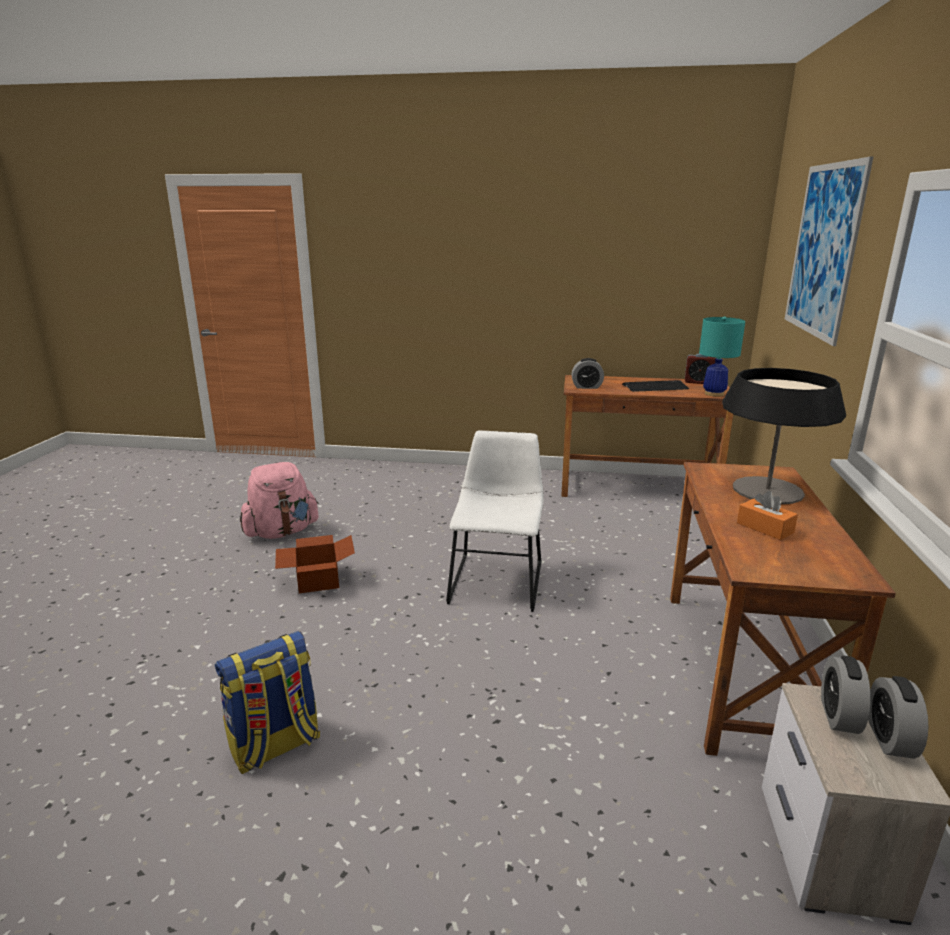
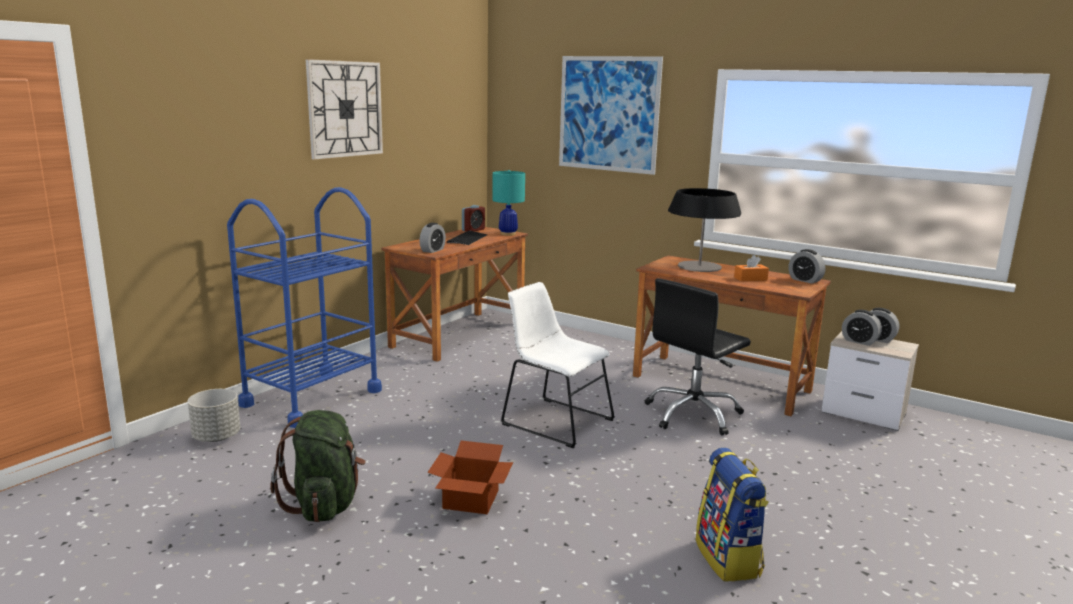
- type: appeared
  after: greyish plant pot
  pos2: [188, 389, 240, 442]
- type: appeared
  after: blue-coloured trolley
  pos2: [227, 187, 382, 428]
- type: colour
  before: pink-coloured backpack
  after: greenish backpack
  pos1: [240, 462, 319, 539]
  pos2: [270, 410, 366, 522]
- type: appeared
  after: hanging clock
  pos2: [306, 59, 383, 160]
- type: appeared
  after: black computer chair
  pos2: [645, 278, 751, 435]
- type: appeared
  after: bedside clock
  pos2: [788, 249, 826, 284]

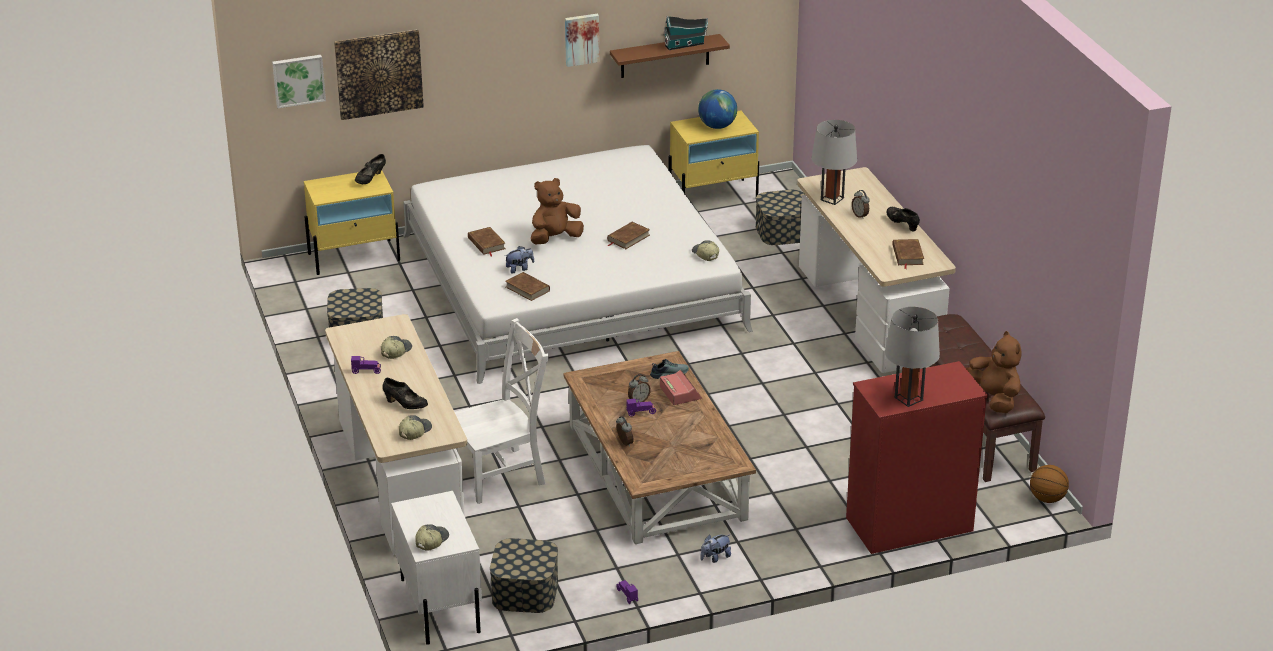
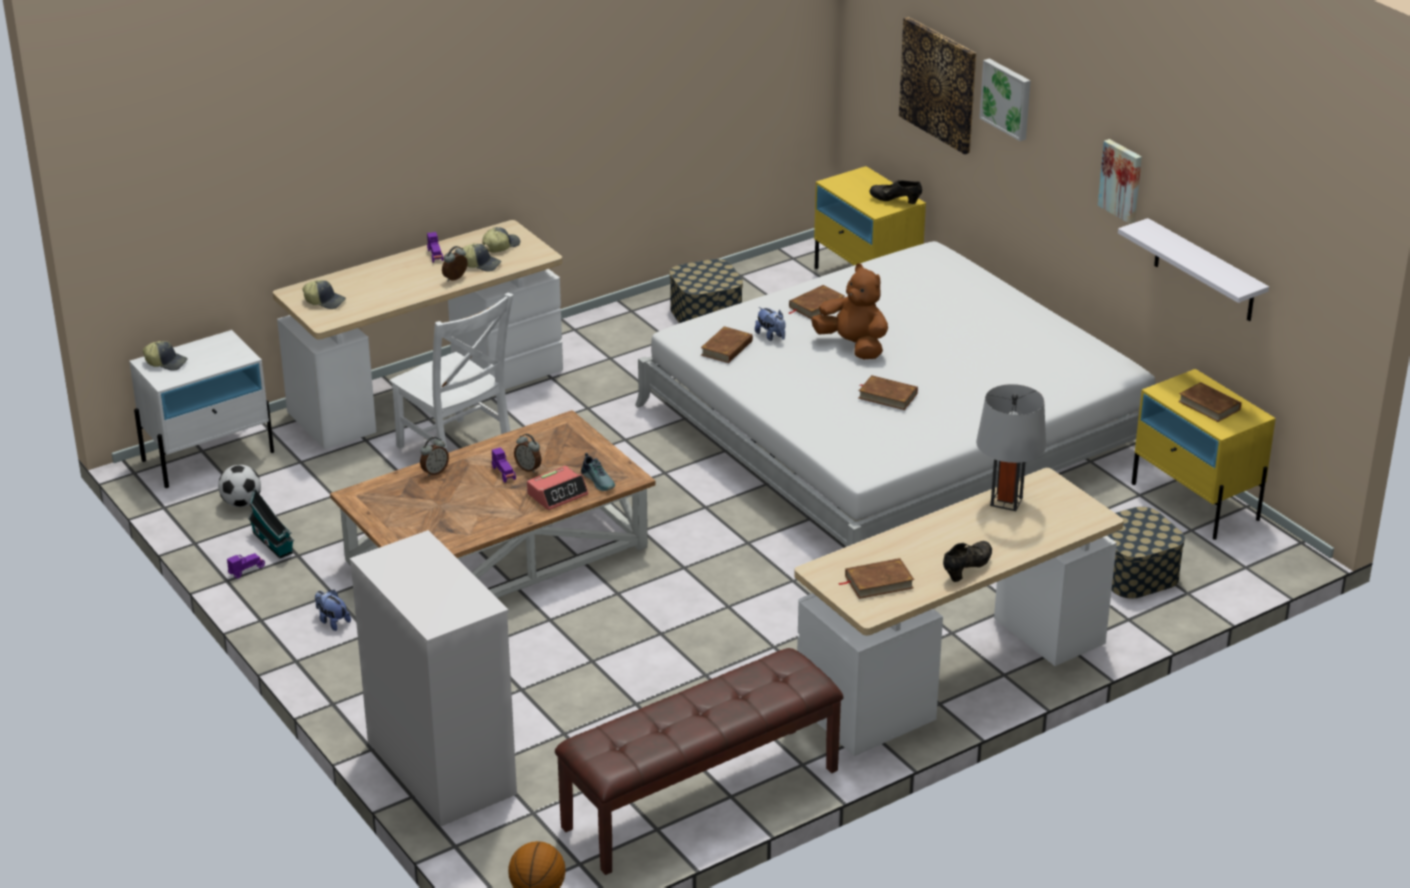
- type: exchanged
  before: storage container
  after: football ball
  pos1: [490, 538, 558, 613]
  pos2: [218, 465, 261, 507]
- type: relocated
  before: model house
  pos1: [664, 16, 708, 50]
  pos2: [248, 487, 295, 558]
- type: colour
  before: reddish chest of drawers
  after: white-coloured chest of drawers
  pos1: [846, 361, 988, 554]
  pos2: [350, 530, 517, 826]
- type: relocated
  before: bedside clock
  pos1: [852, 190, 870, 219]
  pos2: [442, 246, 468, 281]
- type: relocated
  before: baseball cap
  pos1: [692, 240, 719, 261]
  pos2: [483, 227, 520, 253]
- type: relocated
  before: picture
  pos1: [272, 55, 326, 108]
  pos2: [979, 59, 1031, 141]
- type: colour
  before: brown-coloured bracket shelf
  after: white-coloured bracket shelf
  pos1: [610, 34, 730, 78]
  pos2: [1118, 218, 1269, 321]
- type: exchanged
  before: world globe
  after: brown-coloured volume
  pos1: [698, 89, 737, 129]
  pos2: [1178, 382, 1241, 422]
- type: missing
  before: black low shoe
  pos1: [383, 378, 428, 409]
- type: missing
  before: greyish lamp for a table
  pos1: [885, 307, 940, 407]
- type: missing
  before: brown-coloured soft toy
  pos1: [966, 331, 1021, 413]

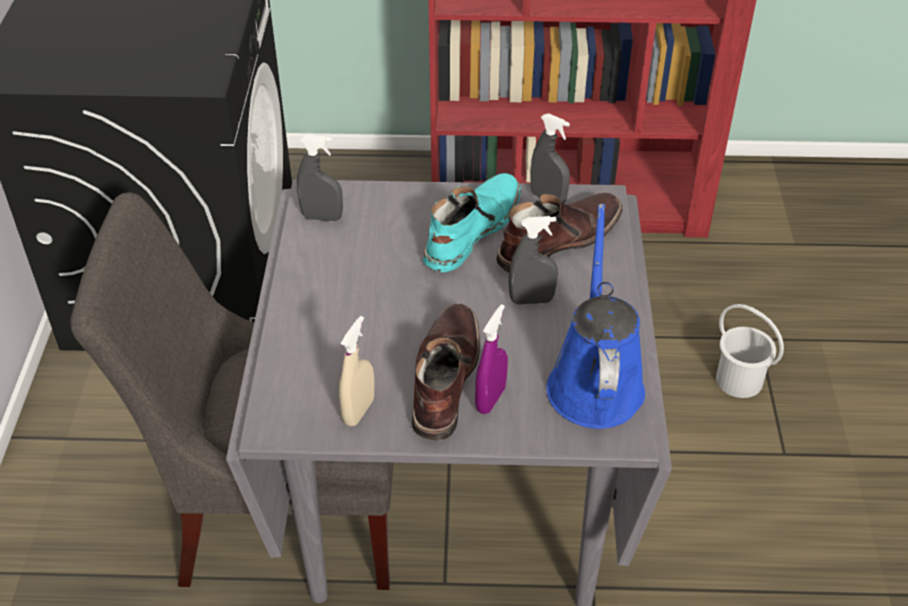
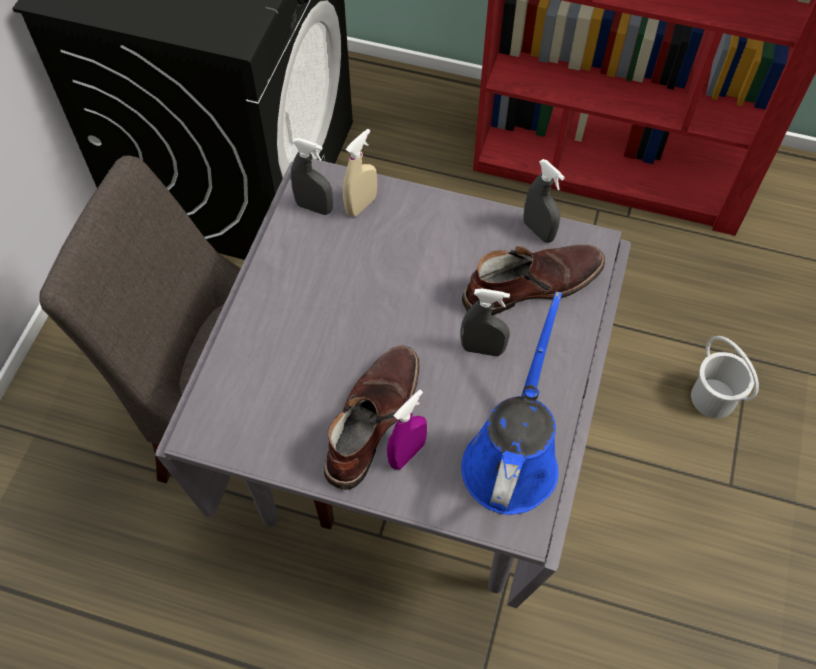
- type: relocated
  before: sand-coloured hand sprayer
  pos1: [339, 316, 375, 427]
  pos2: [343, 129, 377, 217]
- type: missing
  before: turquoise boot
  pos1: [423, 173, 521, 272]

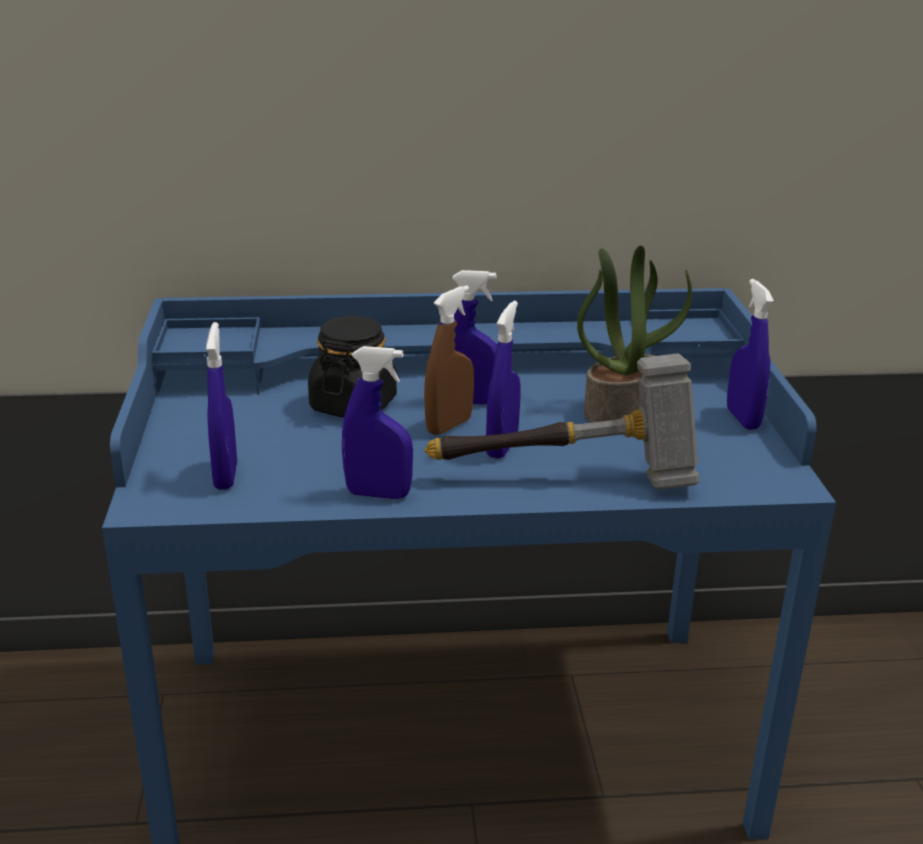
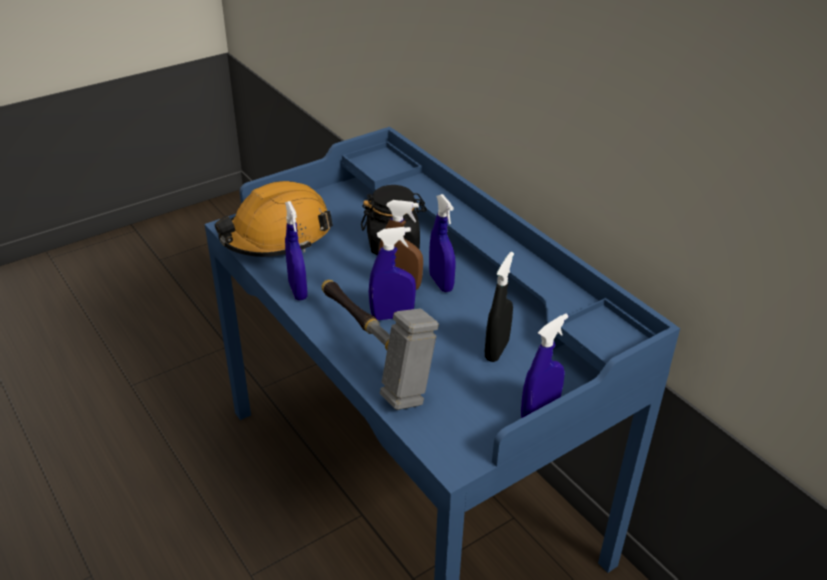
- type: exchanged
  before: blue-coloured hand sprayer
  after: orangey safety helmet
  pos1: [206, 322, 237, 490]
  pos2: [215, 181, 333, 257]
- type: exchanged
  before: plant in a pot
  after: black hand sprayer
  pos1: [577, 245, 692, 423]
  pos2: [485, 252, 514, 362]

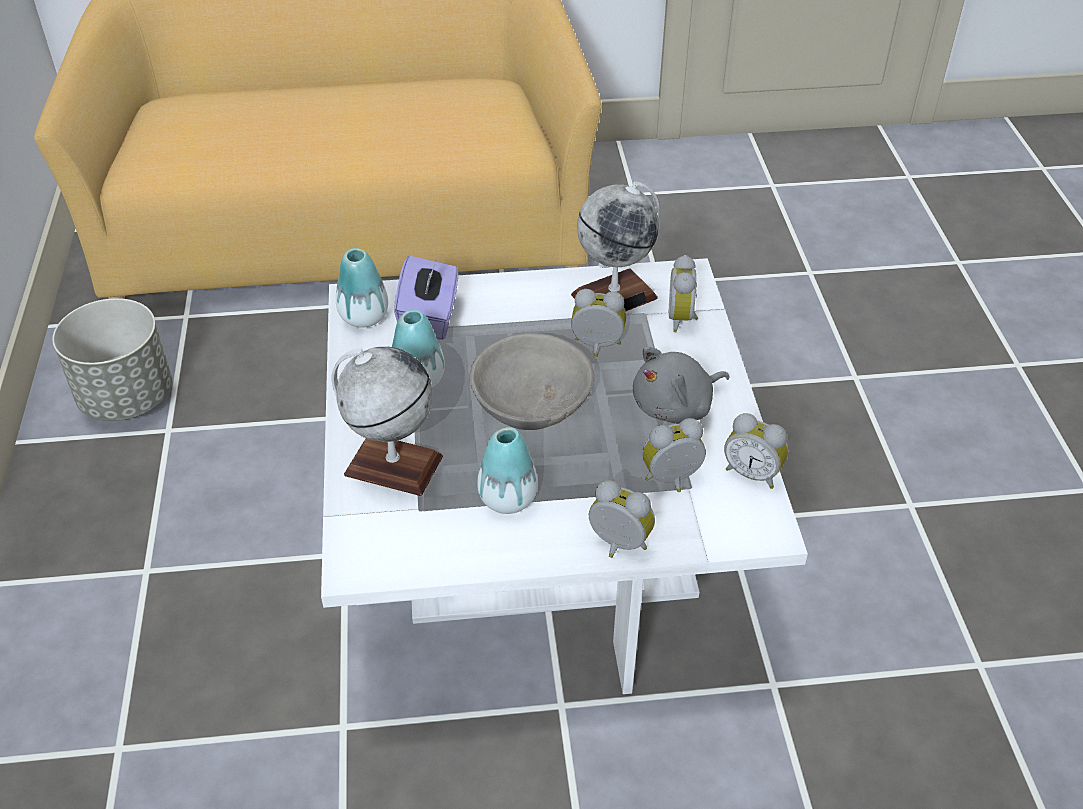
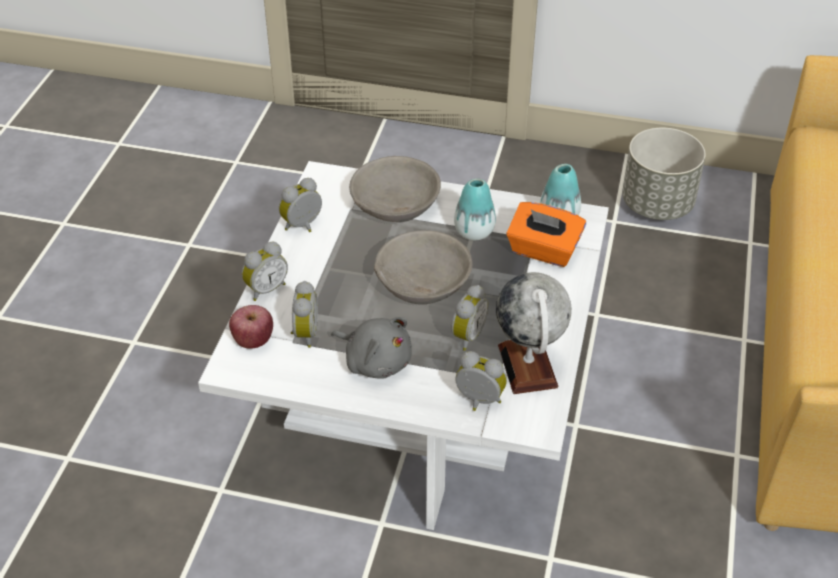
- type: appeared
  after: apple
  pos2: [229, 305, 273, 349]
- type: relocated
  before: bedside clock
  pos1: [724, 413, 788, 489]
  pos2: [279, 178, 322, 232]
- type: spun
  before: greyish soft toy
  pos1: [633, 347, 730, 423]
  pos2: [331, 317, 412, 379]
  turn: 135
- type: exchanged
  before: world globe
  after: greyish serving bowl
  pos1: [331, 347, 443, 496]
  pos2: [349, 156, 441, 222]
- type: colour
  before: purple tissue box
  after: orangey tissue box
  pos1: [394, 256, 458, 340]
  pos2: [506, 202, 586, 267]
- type: missing
  before: vase
  pos1: [477, 427, 538, 514]

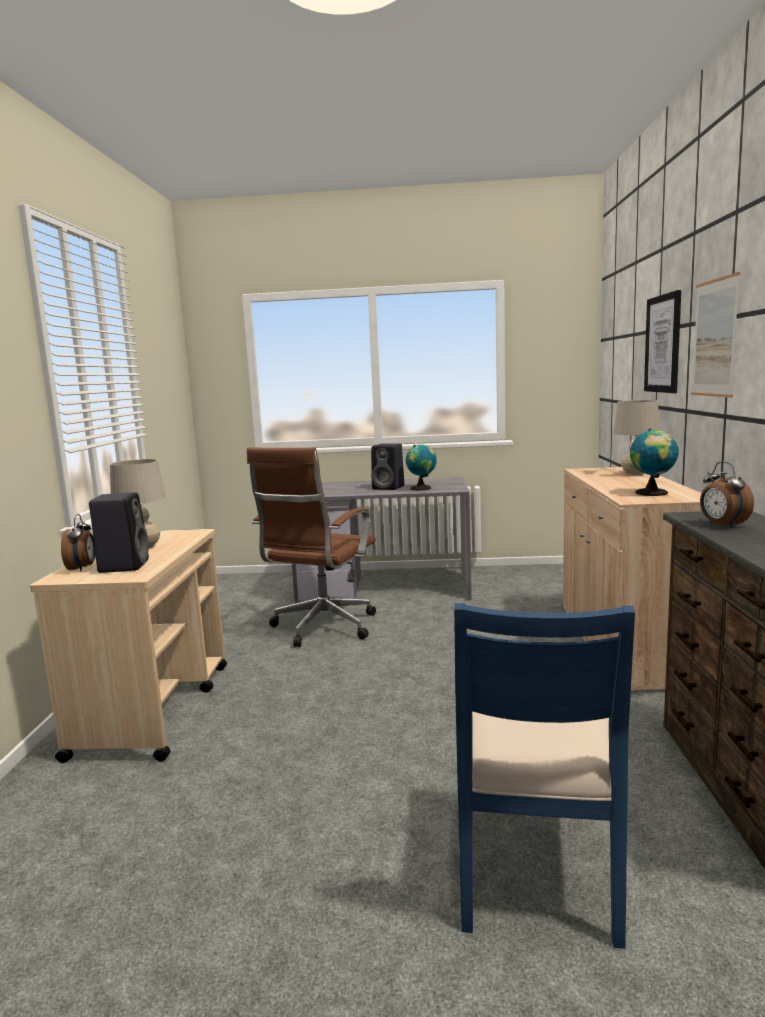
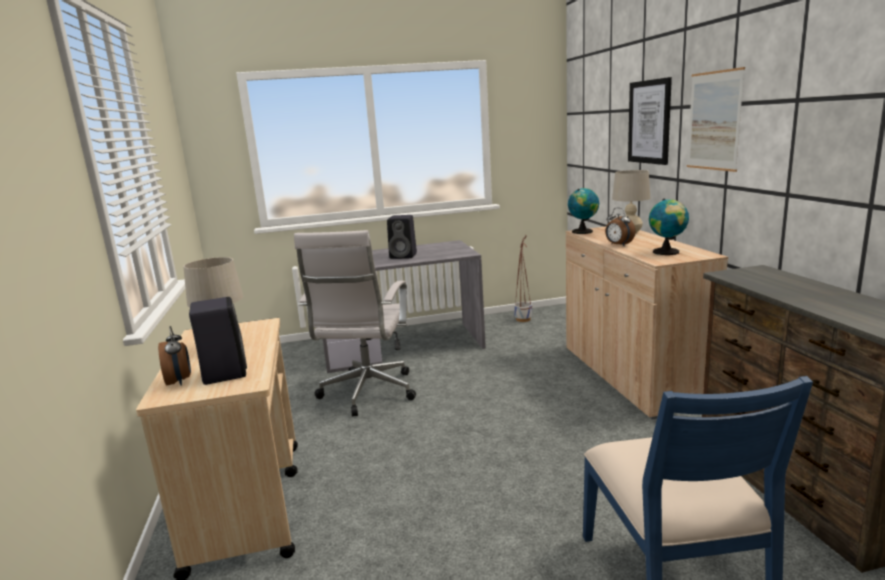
- type: colour
  before: brown-coloured computer chair
  after: white-coloured computer chair
  pos1: [247, 447, 376, 647]
  pos2: [294, 230, 416, 417]
- type: appeared
  after: plant pot
  pos2: [514, 235, 532, 322]
- type: relocated
  before: world globe
  pos1: [406, 445, 437, 490]
  pos2: [568, 188, 599, 234]
- type: relocated
  before: bedside clock
  pos1: [700, 462, 754, 528]
  pos2: [605, 208, 635, 246]

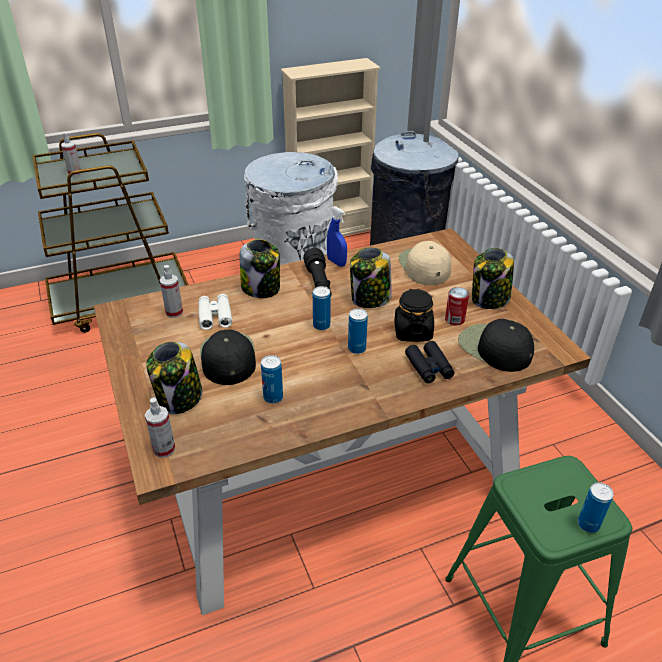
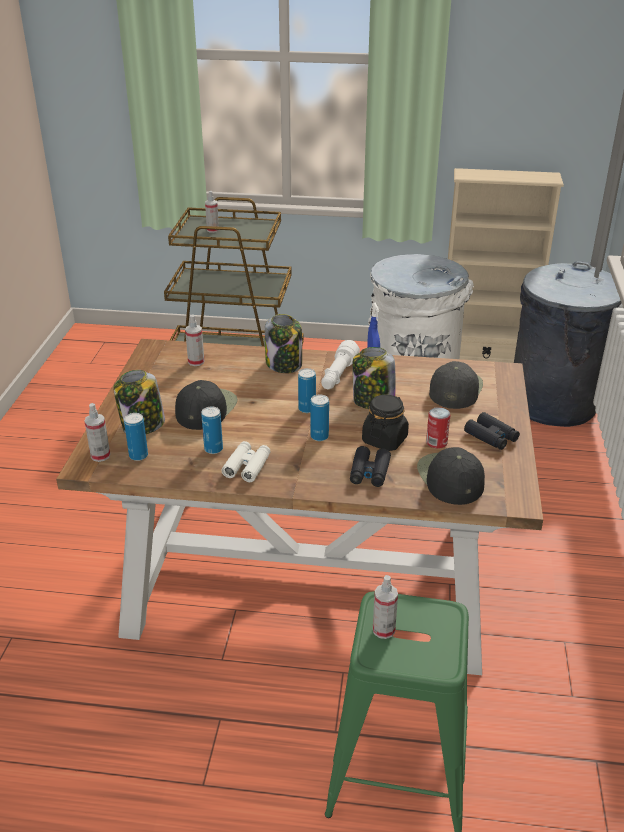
- type: relocated
  before: can
  pos1: [578, 482, 614, 533]
  pos2: [124, 413, 148, 461]
- type: relocated
  before: white-coloured binoculars
  pos1: [199, 294, 232, 330]
  pos2: [221, 441, 271, 482]
- type: colour
  before: black torch
  after: white-coloured torch
  pos1: [303, 247, 332, 295]
  pos2: [321, 340, 360, 389]
- type: appeared
  after: hand sprayer
  pos2: [373, 575, 398, 639]
- type: colour
  before: sand-coloured baseball cap
  after: black baseball cap
  pos1: [399, 241, 451, 285]
  pos2: [429, 361, 483, 409]
- type: exchanged
  before: jar
  after: black binoculars
  pos1: [472, 248, 514, 309]
  pos2: [464, 412, 520, 450]

